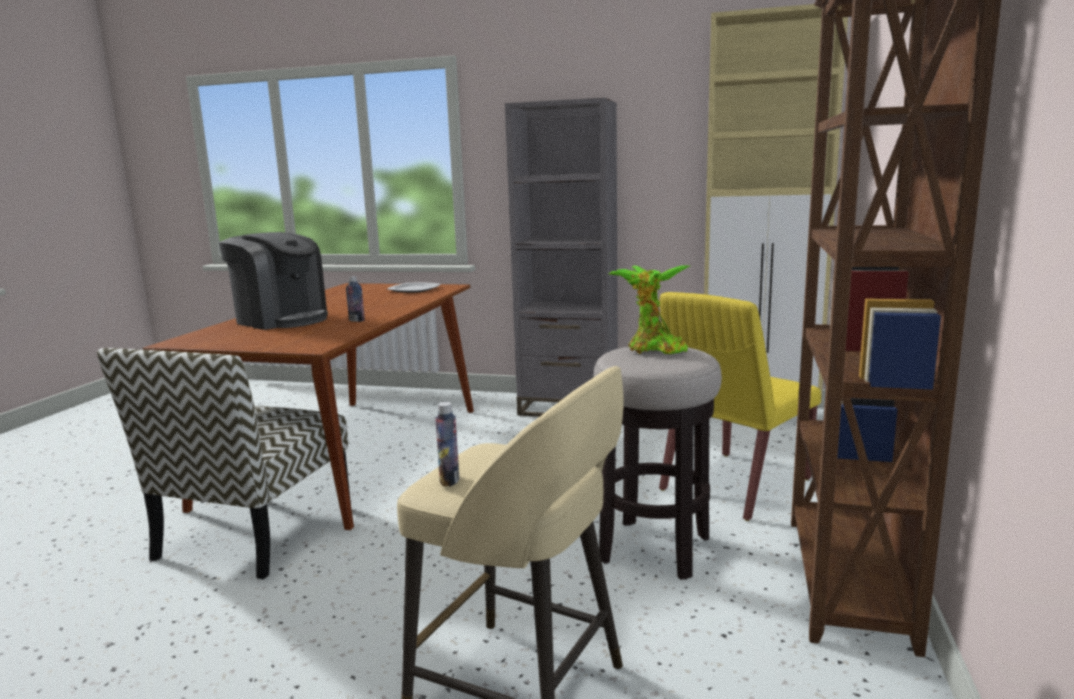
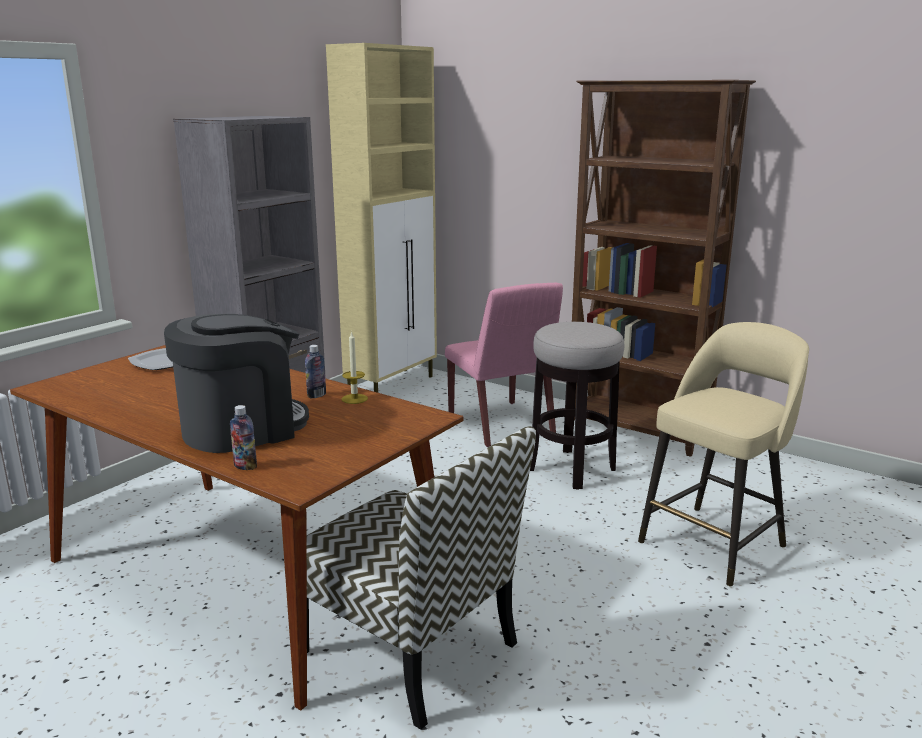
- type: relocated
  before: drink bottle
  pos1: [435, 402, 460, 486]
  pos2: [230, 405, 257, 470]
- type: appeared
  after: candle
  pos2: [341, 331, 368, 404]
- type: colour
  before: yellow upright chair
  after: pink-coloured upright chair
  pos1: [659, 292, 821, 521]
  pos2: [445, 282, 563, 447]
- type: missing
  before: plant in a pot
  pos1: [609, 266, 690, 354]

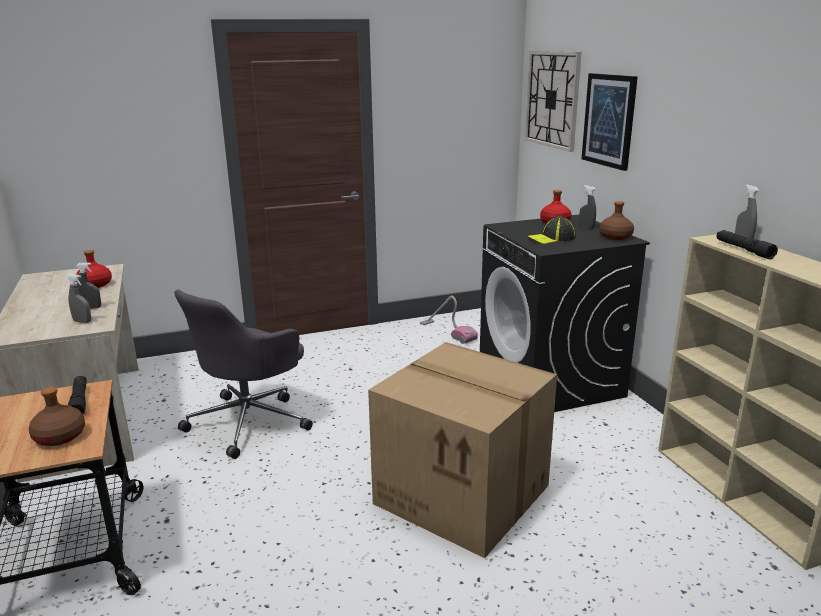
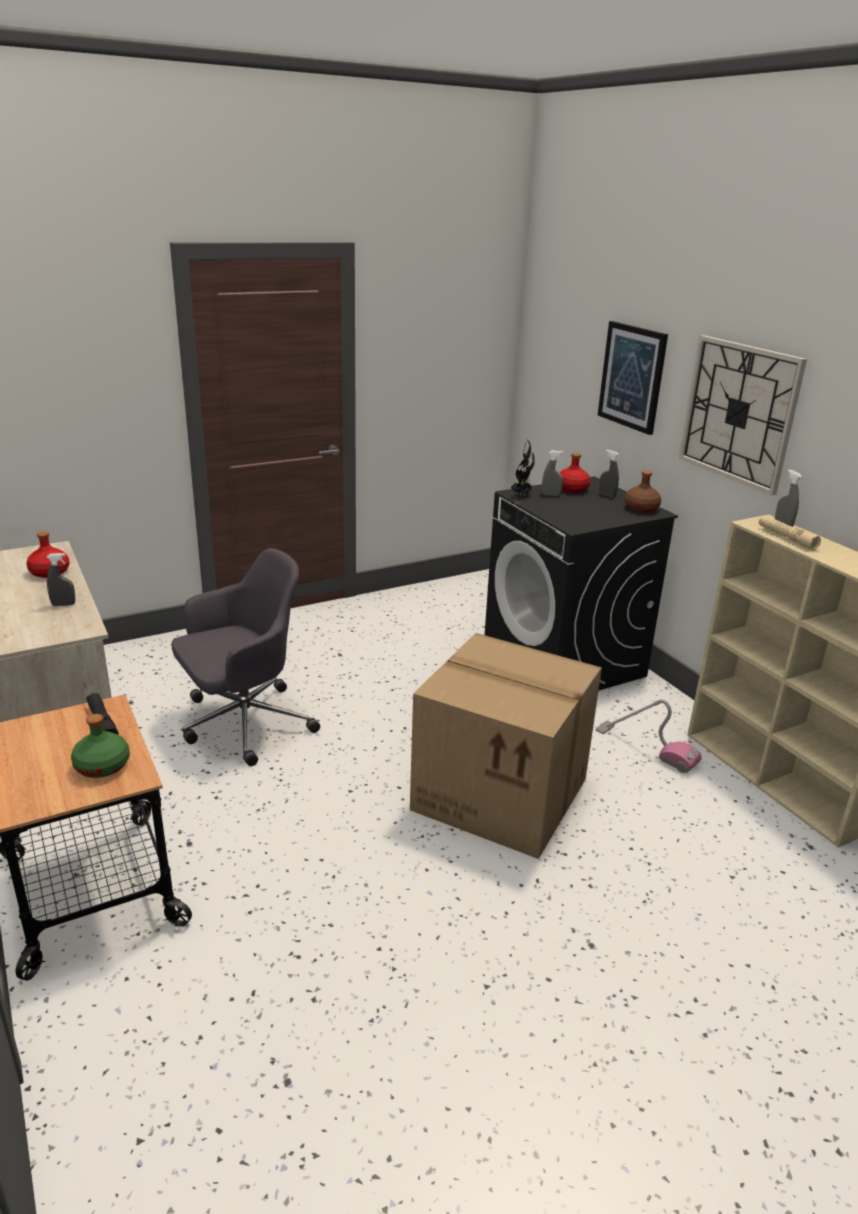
- type: colour
  before: brown-coloured drink bottle
  after: greenish drink bottle
  pos1: [29, 387, 85, 446]
  pos2: [71, 714, 130, 778]
- type: spun
  before: greyish computer chair
  pos1: [174, 290, 313, 459]
  pos2: [172, 548, 320, 766]
  turn: -150
- type: appeared
  after: plant in a pot
  pos2: [511, 440, 535, 495]
- type: relocated
  before: greyish hand sprayer
  pos1: [67, 274, 91, 323]
  pos2: [542, 451, 563, 496]
- type: relocated
  before: vacuum
  pos1: [420, 296, 478, 344]
  pos2: [596, 699, 702, 773]
- type: relocated
  before: hanging clock
  pos1: [525, 51, 581, 152]
  pos2: [679, 335, 807, 495]
- type: colour
  before: black torch
  after: sand-coloured torch
  pos1: [716, 230, 778, 259]
  pos2: [759, 516, 821, 550]
- type: missing
  before: baseball cap
  pos1: [528, 216, 576, 244]

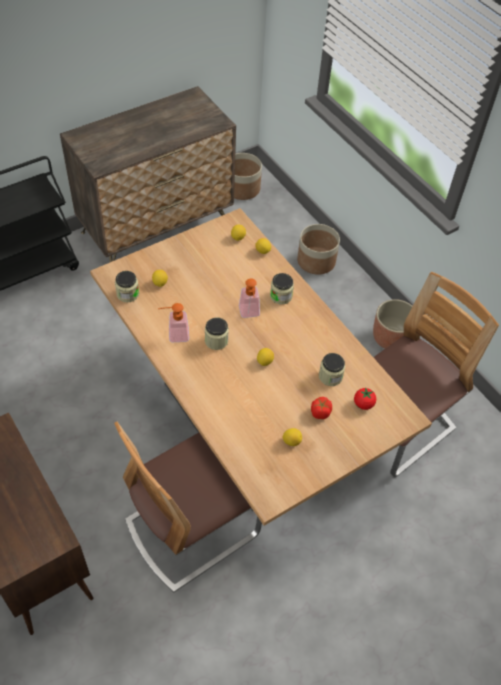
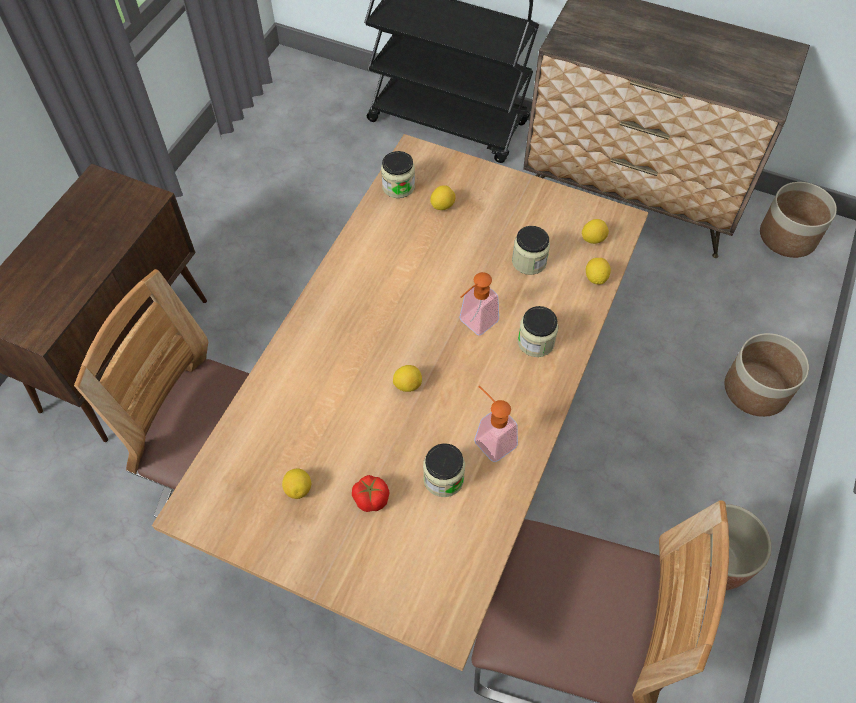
- type: relocated
  before: liquid soap bottle
  pos1: [158, 303, 189, 342]
  pos2: [474, 386, 518, 462]
- type: relocated
  before: jar
  pos1: [205, 318, 229, 350]
  pos2: [512, 226, 550, 275]
- type: missing
  before: tomato
  pos1: [354, 387, 376, 410]

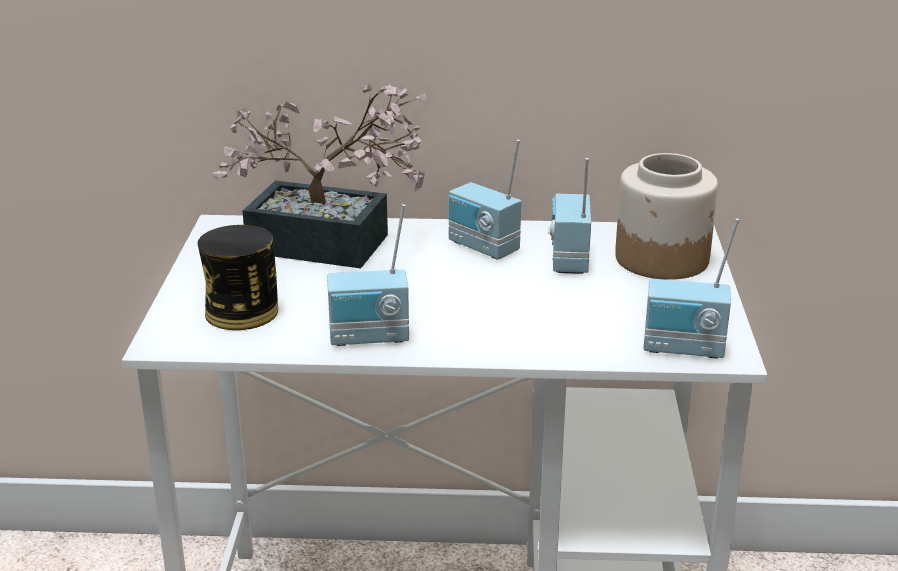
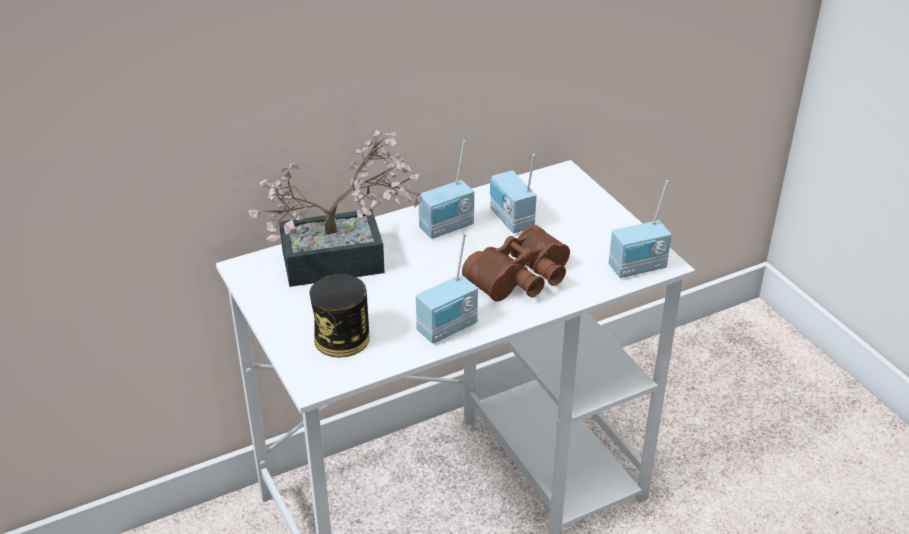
- type: spun
  before: radio
  pos1: [448, 140, 521, 260]
  pos2: [419, 141, 474, 239]
  turn: -45
- type: appeared
  after: brown-coloured binoculars
  pos2: [462, 225, 570, 301]
- type: missing
  before: jar
  pos1: [615, 153, 718, 280]

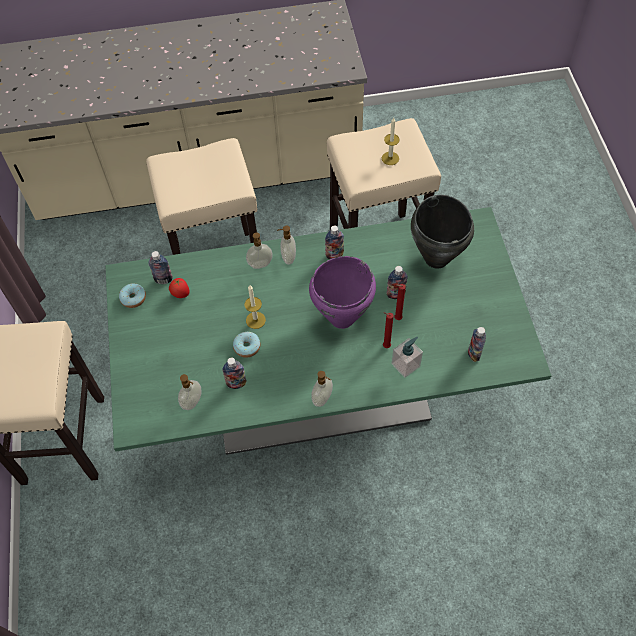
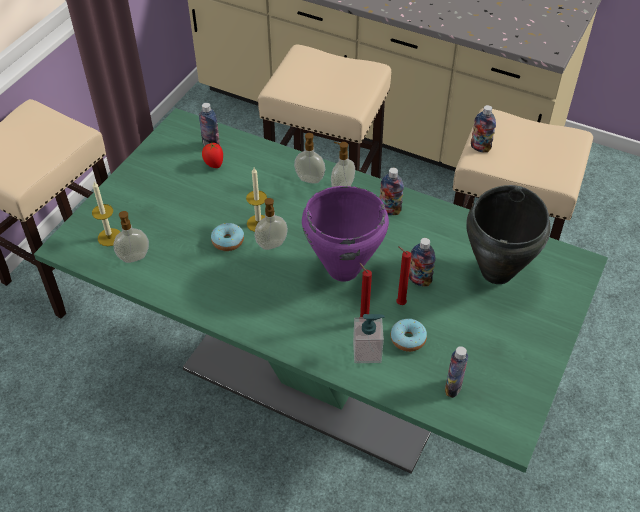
- type: relocated
  before: candle
  pos1: [382, 117, 400, 165]
  pos2: [92, 181, 120, 246]
- type: relocated
  before: liquid soap bottle
  pos1: [311, 371, 333, 407]
  pos2: [255, 198, 288, 250]
- type: relocated
  before: doughnut
  pos1: [119, 284, 146, 308]
  pos2: [391, 319, 427, 352]
- type: relocated
  before: drink bottle
  pos1: [222, 358, 246, 389]
  pos2: [471, 105, 496, 153]

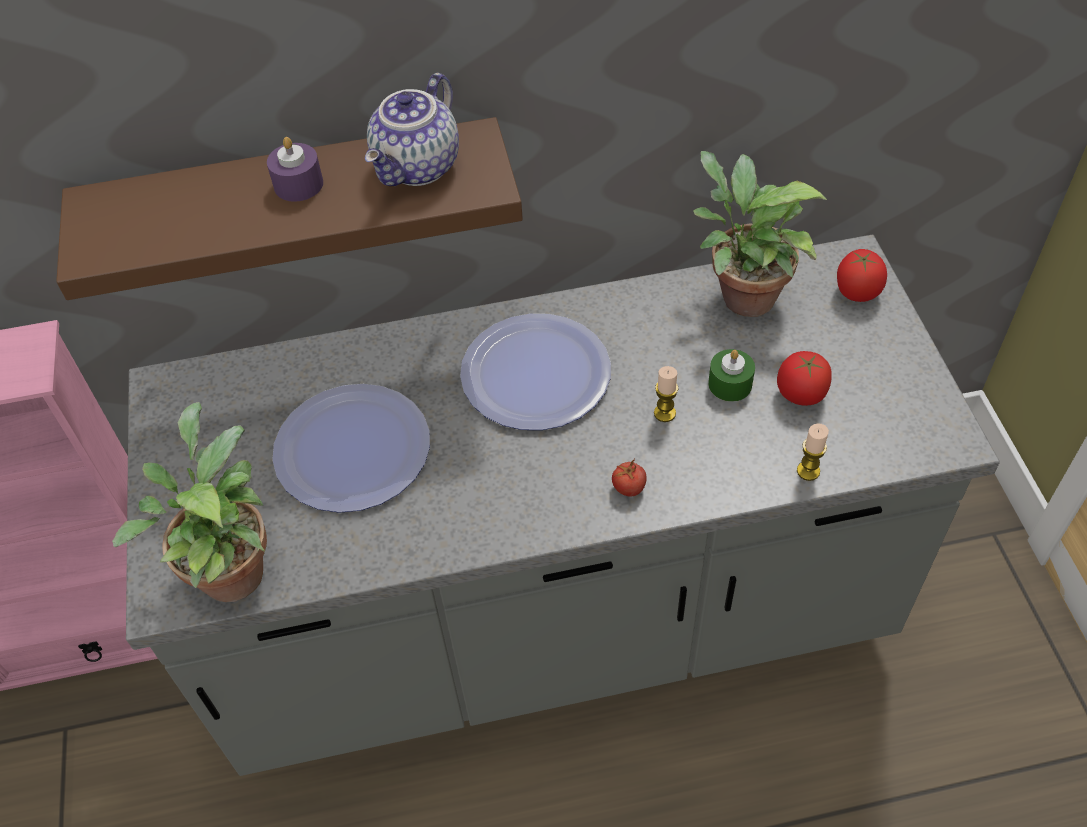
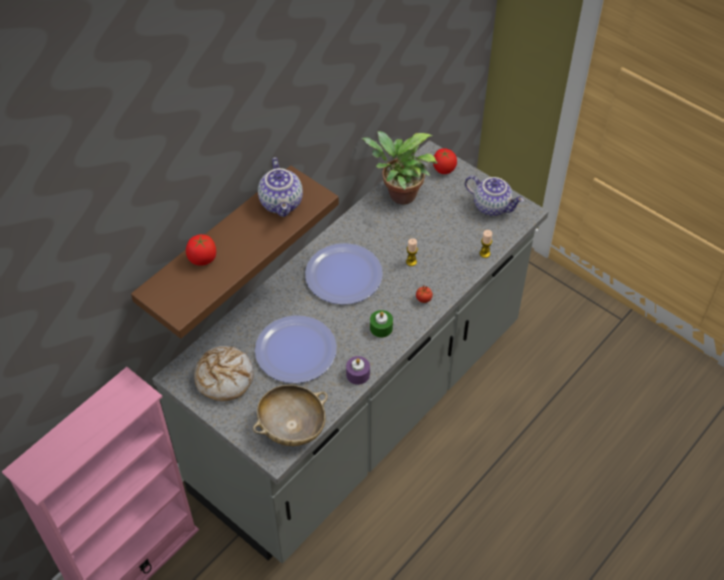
- type: relocated
  before: tomato
  pos1: [777, 351, 832, 406]
  pos2: [186, 234, 216, 266]
- type: appeared
  after: bread
  pos2: [194, 346, 254, 401]
- type: exchanged
  before: plant in a pot
  after: sand-coloured serving bowl
  pos1: [112, 402, 267, 602]
  pos2: [253, 385, 328, 446]
- type: relocated
  before: purple candle
  pos1: [267, 137, 323, 202]
  pos2: [346, 356, 370, 385]
- type: relocated
  before: greenish candle
  pos1: [708, 349, 755, 402]
  pos2: [370, 310, 393, 338]
- type: appeared
  after: pot for tea
  pos2: [465, 175, 524, 216]

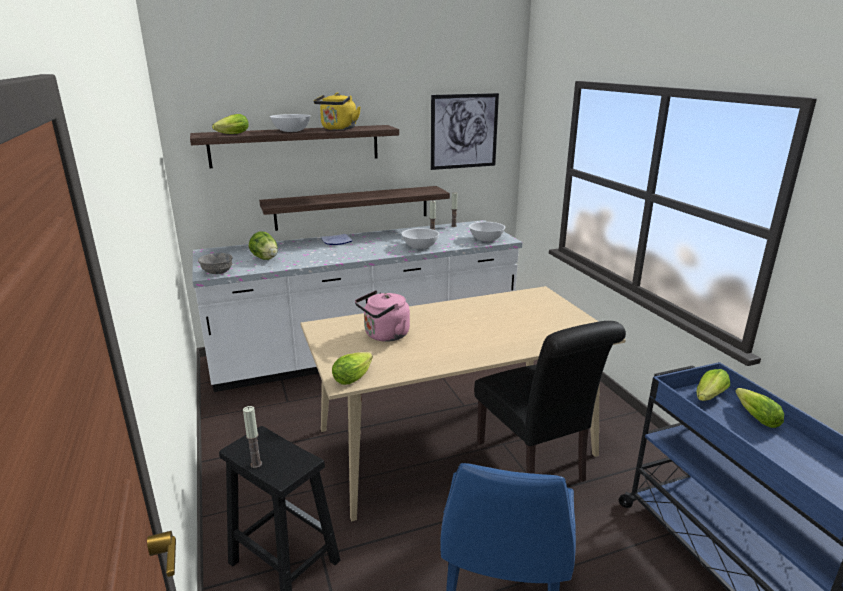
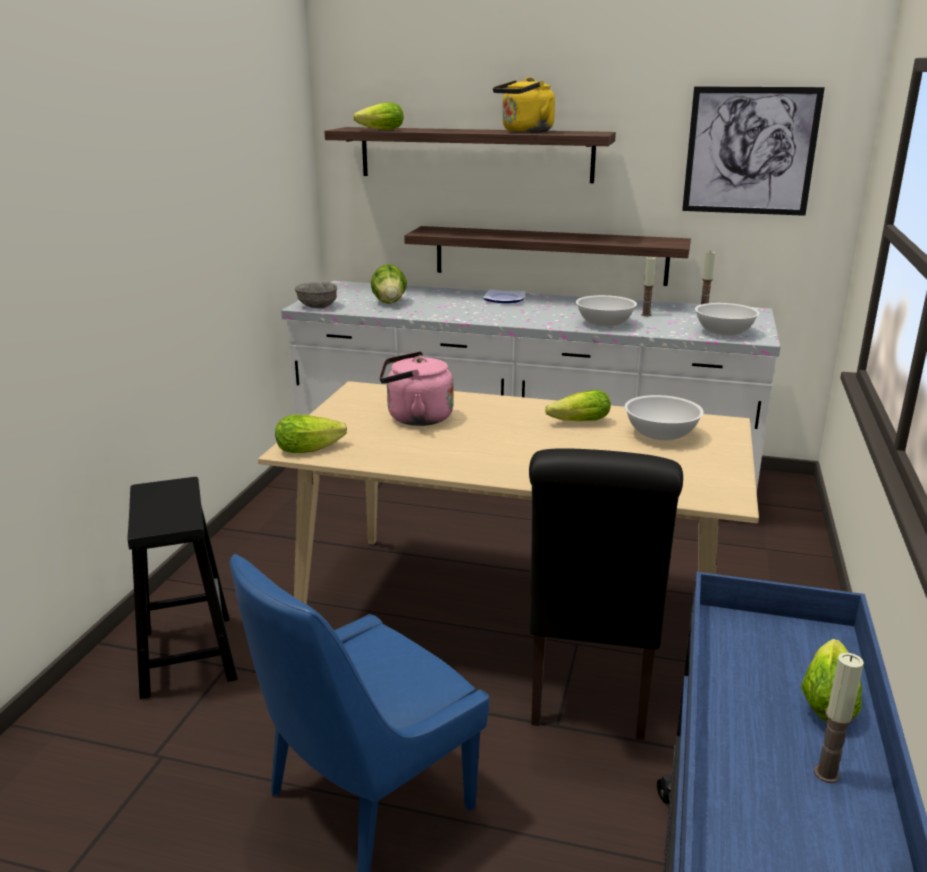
- type: relocated
  before: lettuce
  pos1: [697, 369, 730, 401]
  pos2: [545, 390, 611, 421]
- type: relocated
  before: white-coloured serving bowl
  pos1: [270, 114, 311, 132]
  pos2: [625, 395, 704, 440]
- type: relocated
  before: candle
  pos1: [243, 406, 262, 468]
  pos2: [814, 653, 864, 783]

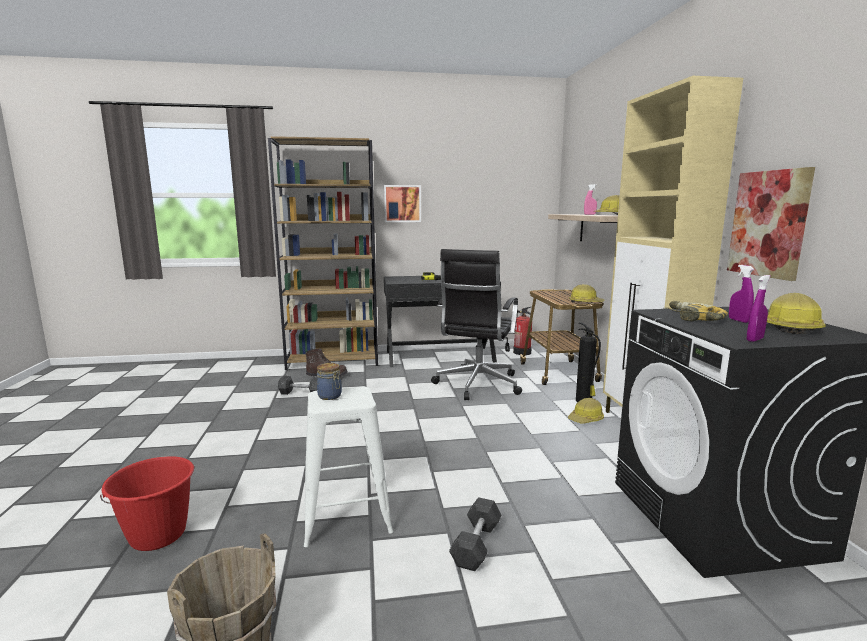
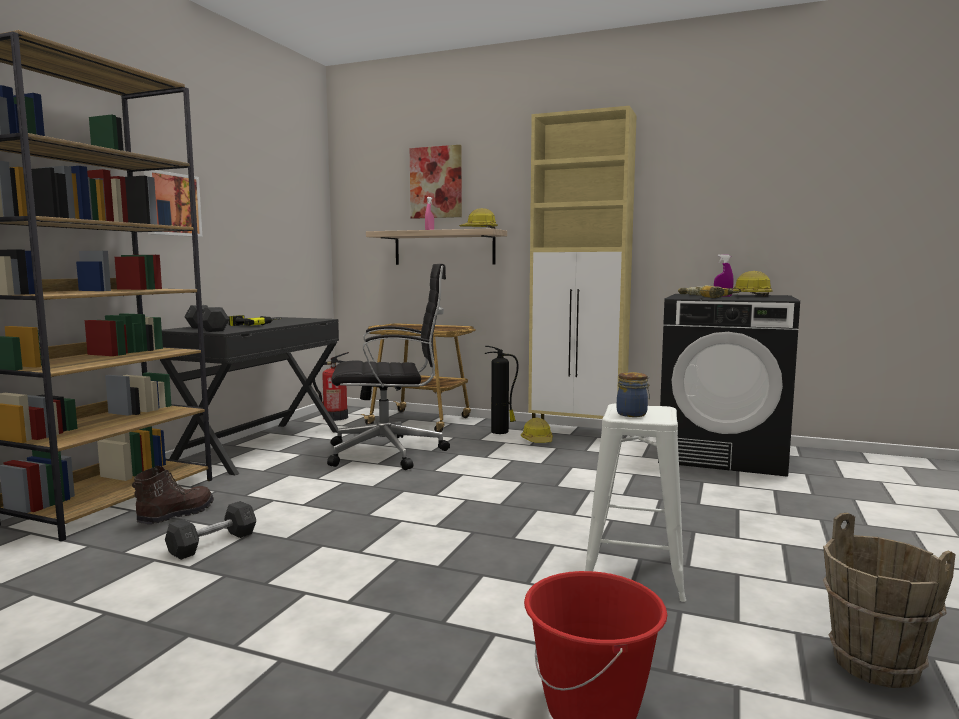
- type: relocated
  before: greyish hand weight
  pos1: [449, 497, 501, 571]
  pos2: [185, 305, 229, 332]
- type: spun
  before: black computer chair
  pos1: [431, 249, 522, 400]
  pos2: [327, 264, 450, 470]
  turn: -60
- type: relocated
  before: picture
  pos1: [727, 167, 815, 281]
  pos2: [410, 145, 462, 219]
- type: missing
  before: safety helmet
  pos1: [569, 284, 605, 303]
- type: missing
  before: purple hand sprayer
  pos1: [747, 275, 770, 342]

